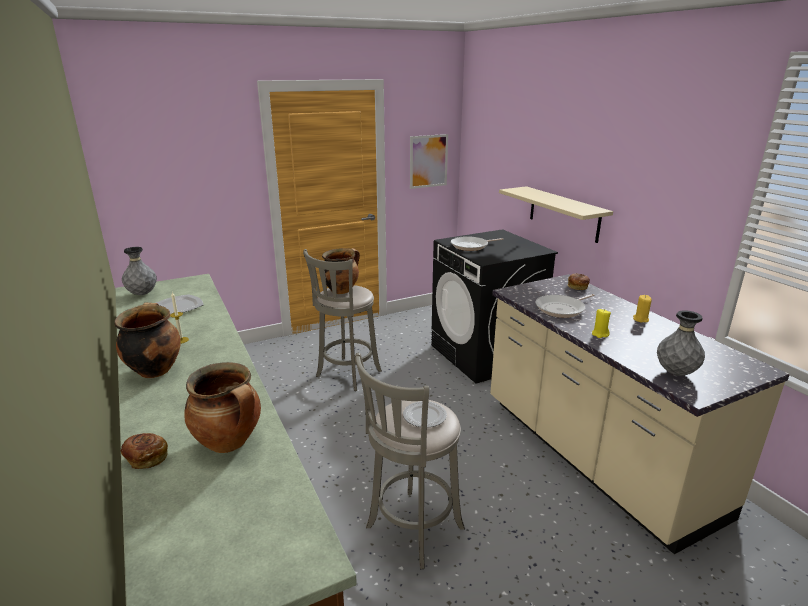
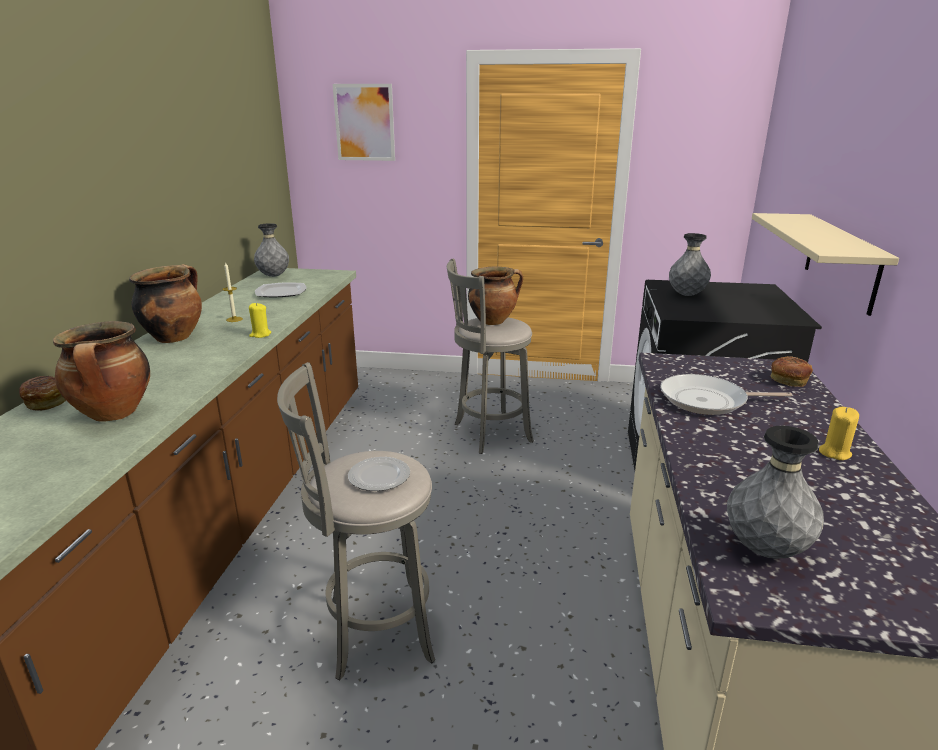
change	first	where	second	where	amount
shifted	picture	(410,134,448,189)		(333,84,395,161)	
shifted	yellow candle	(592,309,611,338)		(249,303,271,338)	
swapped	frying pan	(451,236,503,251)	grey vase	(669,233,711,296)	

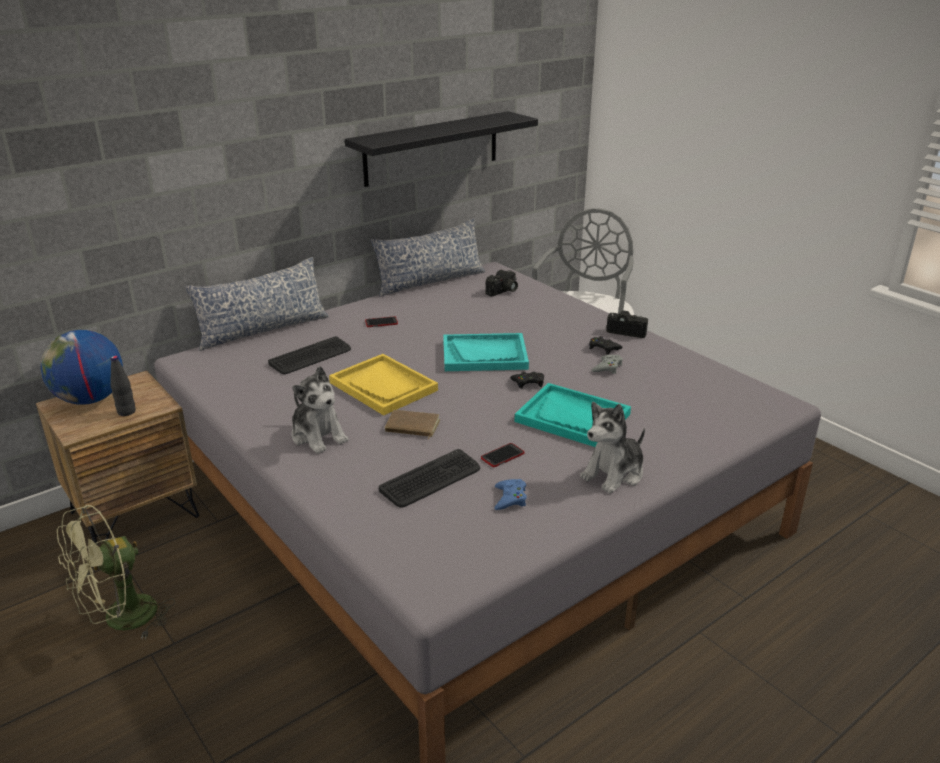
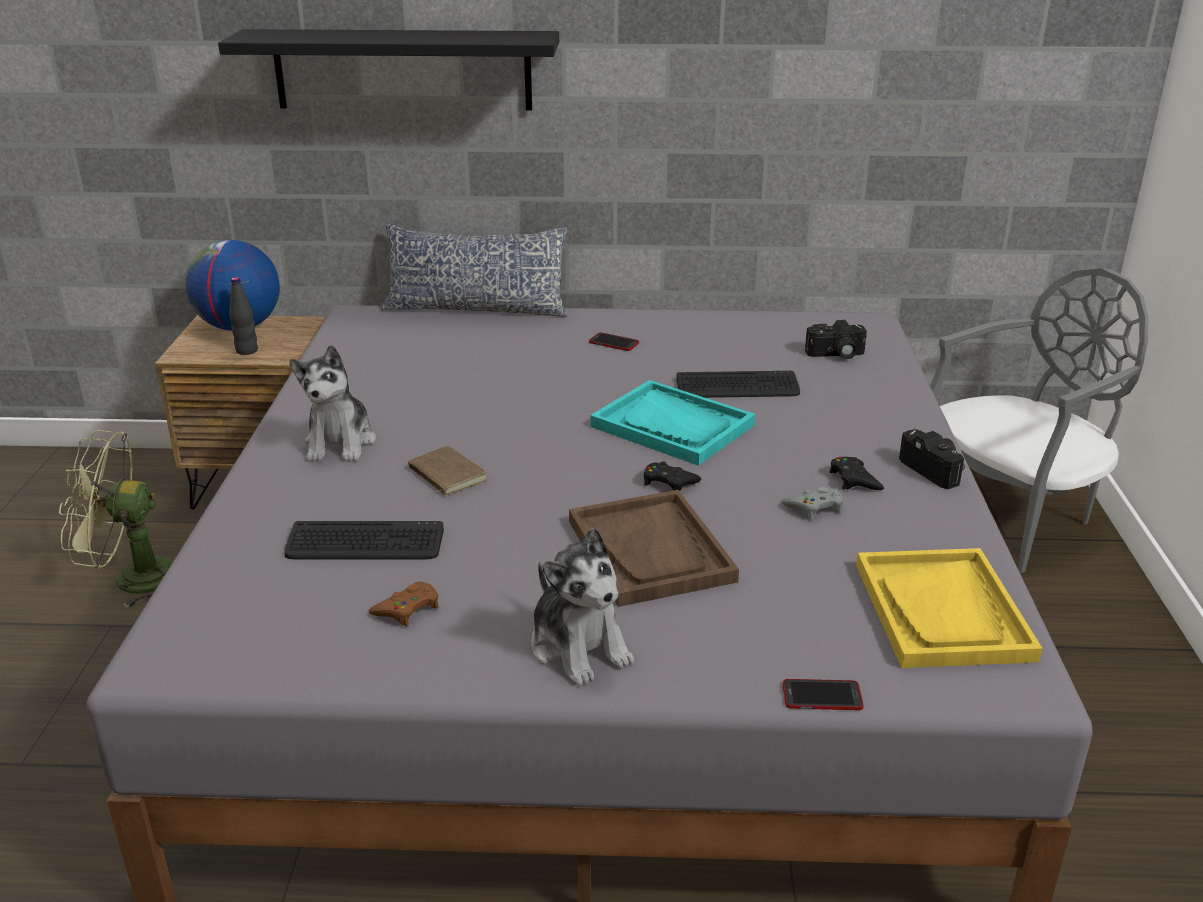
change	first	where	second	where	amount
gone	pillow	(371,218,485,297)			
shifted	keyboard	(268,336,351,374)		(676,371,800,398)	
shifted	yellow tray	(329,354,438,415)		(856,548,1042,668)	
shifted	black shelf	(345,111,538,187)		(218,29,559,111)	
shifted	phone	(481,443,524,467)		(783,679,864,710)	
repainted	blue game controller	(494,479,527,510)	brown game controller	(369,582,439,626)	
repainted	turquoise tray	(514,383,631,447)	brown tray	(569,490,739,607)	
rotated	plush toy	(580,402,645,494)		(531,528,634,686)	120 degrees counterclockwise

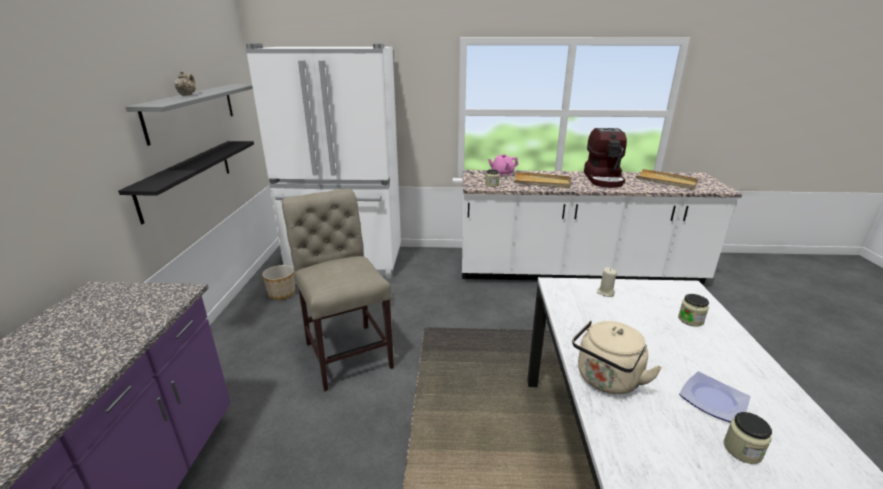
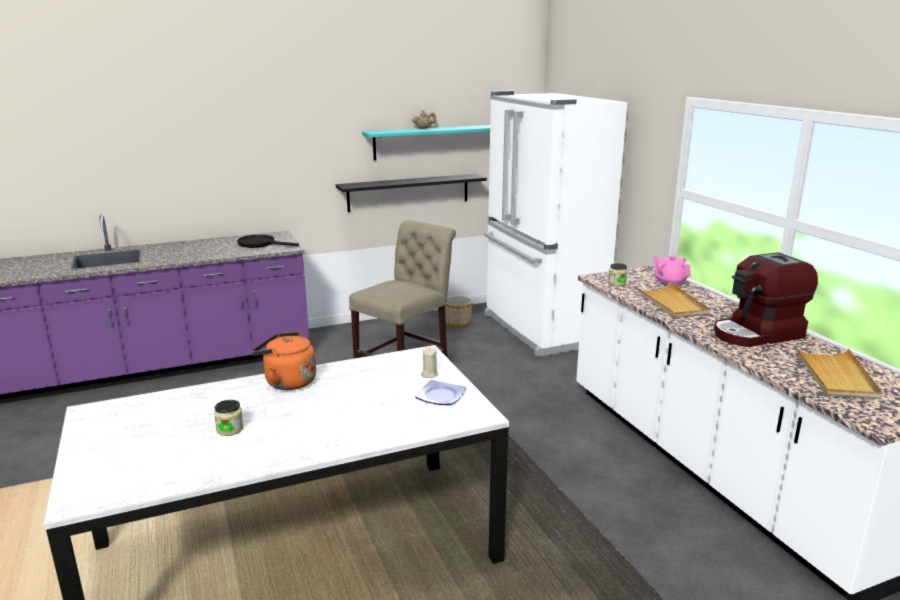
change	first	where	second	where	amount
gone	jar	(678,294,709,327)			
new			black frying pan	(237,235,299,248)	
shifted	plate	(679,372,751,422)		(415,380,466,405)	
repainted	grey shelf	(126,84,253,146)	turquoise shelf	(362,125,490,160)	
repainted	beige kettle	(572,320,662,394)	orange kettle	(252,332,316,390)	

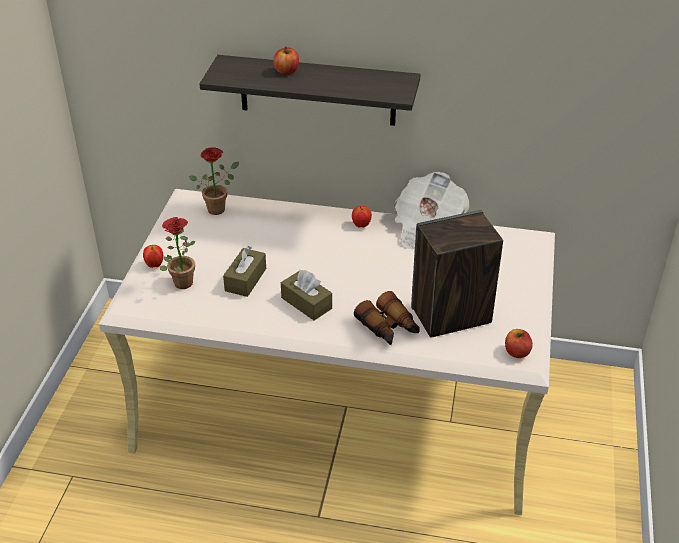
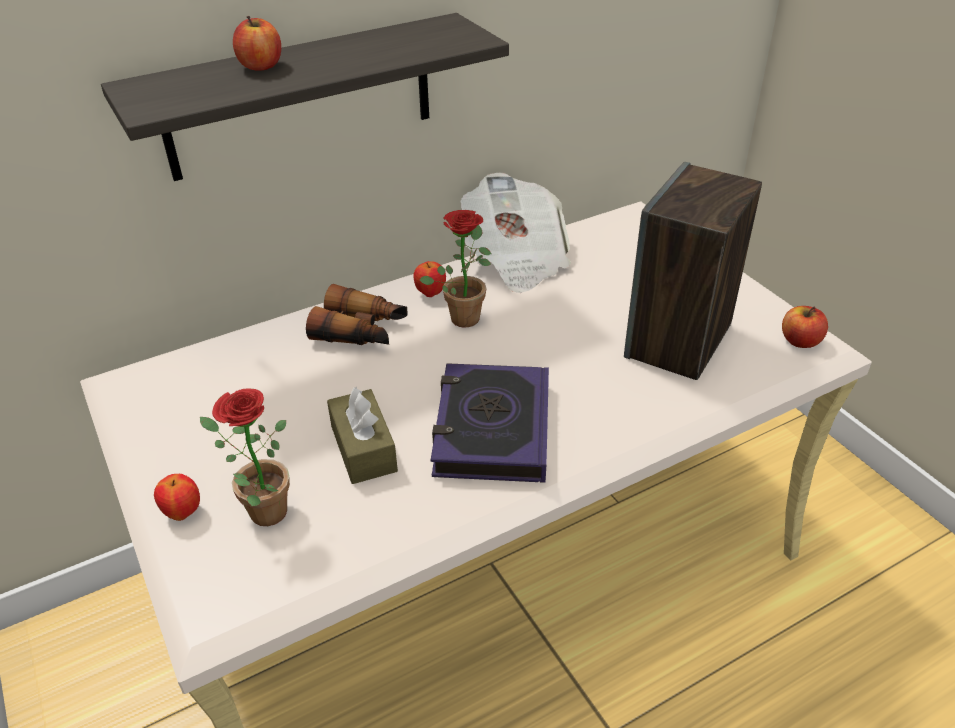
change	first	where	second	where	amount
shifted	potted plant	(189,147,239,215)		(420,210,491,328)	
shifted	binoculars	(354,291,420,345)		(306,284,408,345)	
swapped	brown tissue box	(281,270,332,321)	book	(431,363,549,483)	

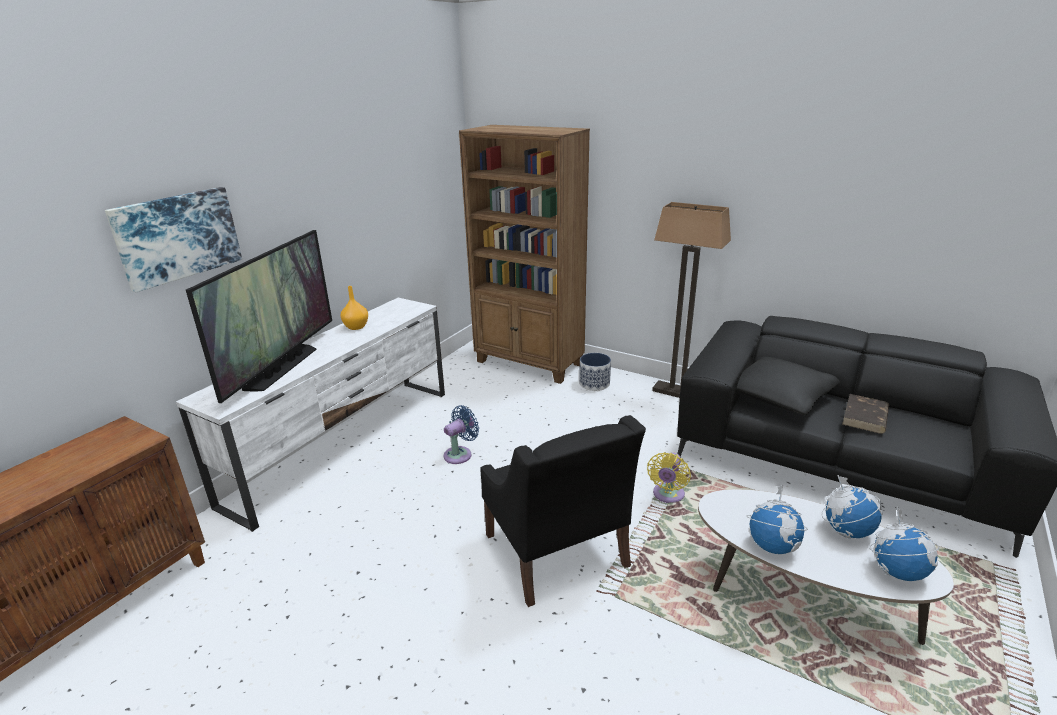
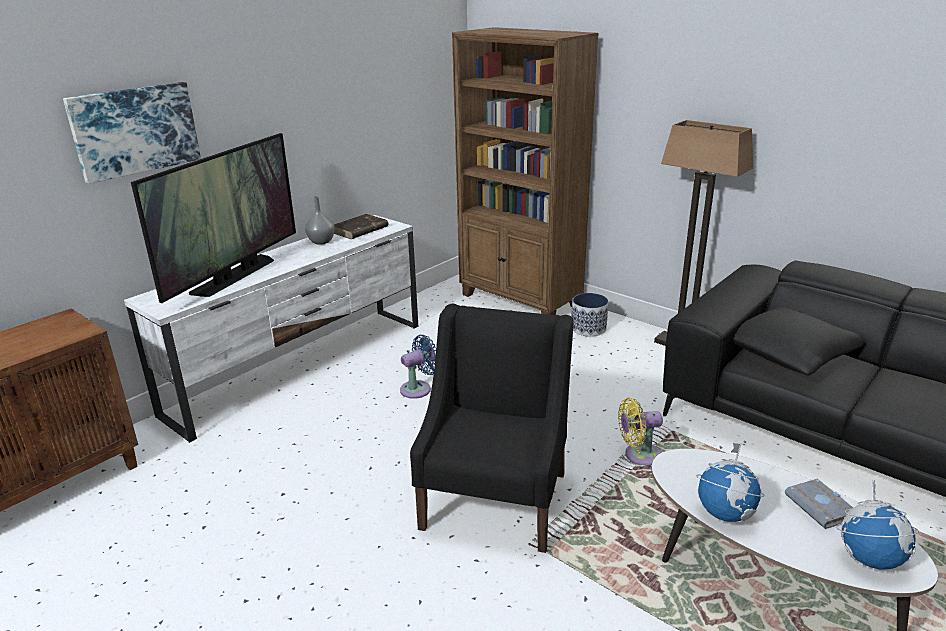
change	first	where	second	where	amount
shifted	brown book	(842,394,889,434)		(334,214,388,239)	
swapped	globe	(821,475,883,539)	grey book	(785,479,853,529)	
repainted	orange vase	(341,286,368,330)	grey vase	(305,196,335,245)	
rotated	black armchair	(480,415,646,607)		(410,304,574,553)	150 degrees counterclockwise
rotated	yellow fan	(647,452,691,503)		(618,398,663,465)	45 degrees clockwise

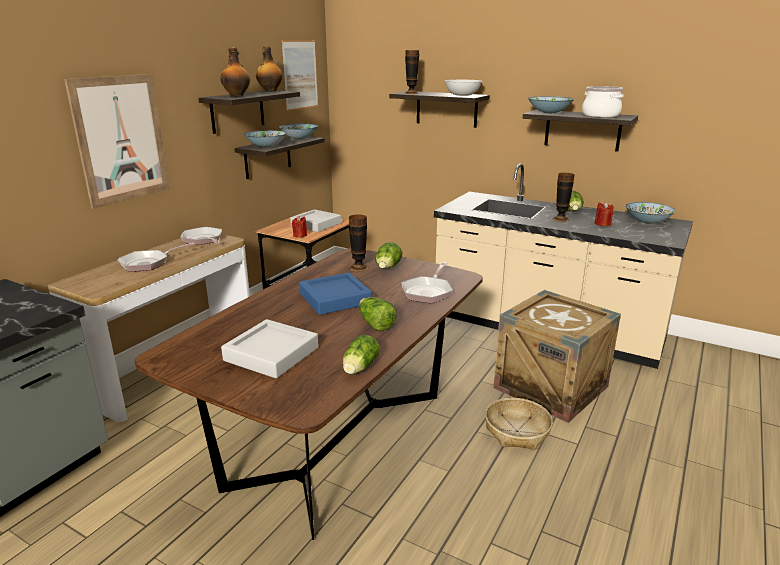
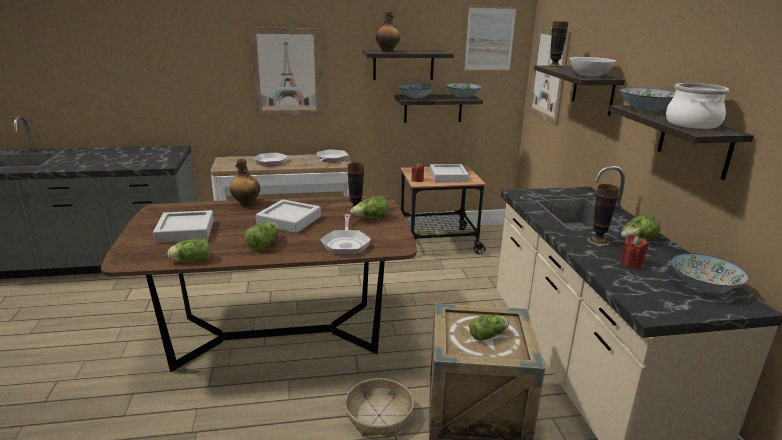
change	first	where	second	where	amount
new			lettuce	(469,315,509,341)	
new			picture	(528,27,571,126)	
shifted	bottle	(256,46,283,92)		(230,158,260,206)	
repainted	blue tray	(299,273,372,315)	grey tray	(256,199,321,233)	
rotated	frying pan	(402,262,453,303)		(320,214,371,255)	75 degrees counterclockwise

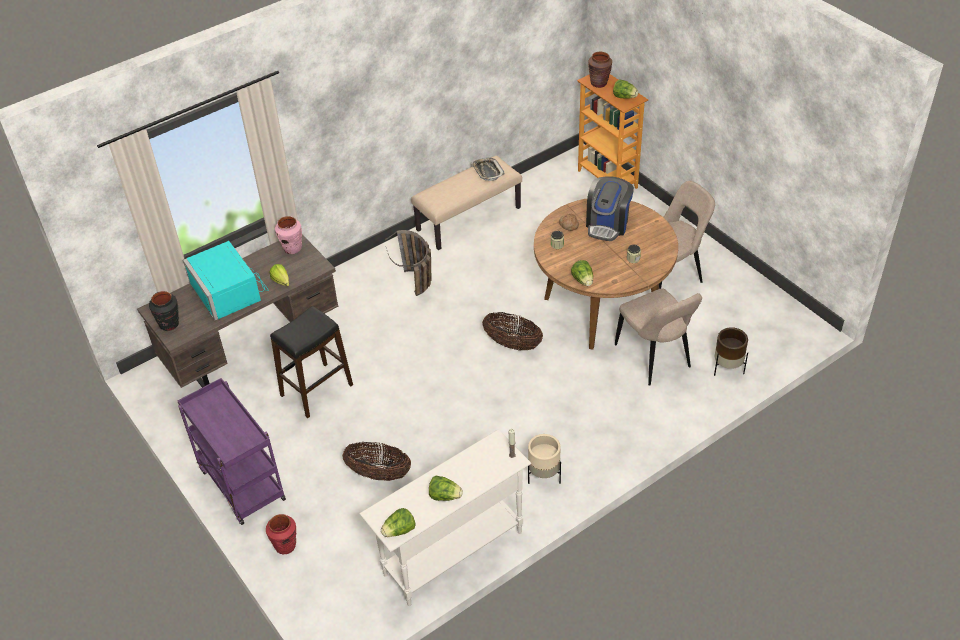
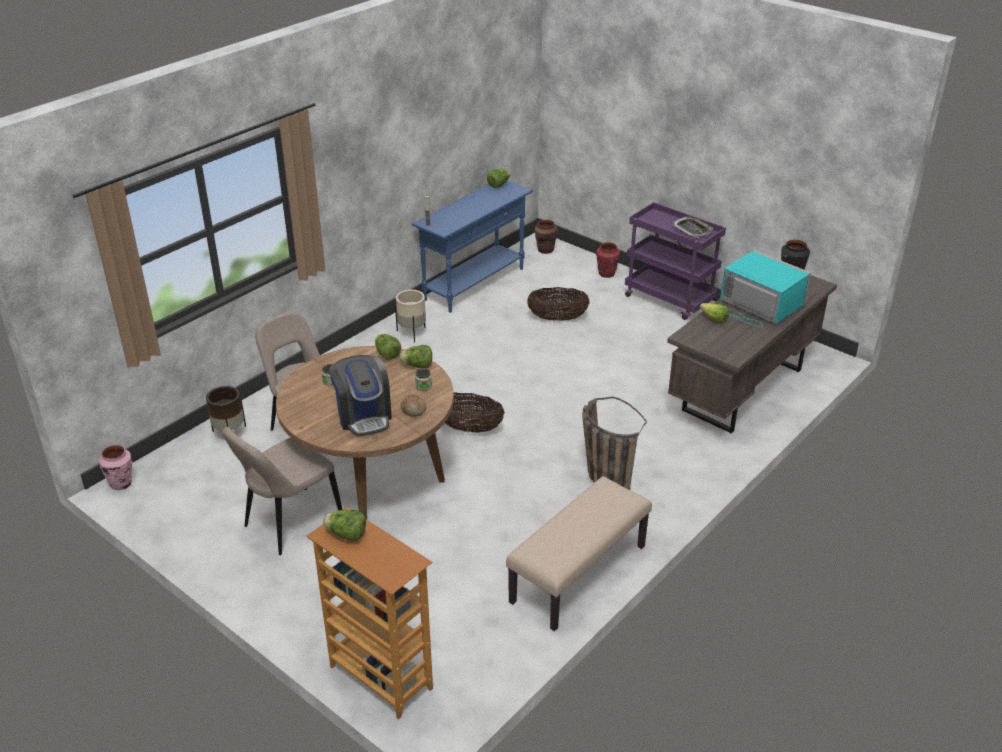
change	first	where	second	where	amount
gone	black stool	(270,306,353,418)			
shifted	pink vase	(275,216,302,254)		(99,445,132,490)	
shifted	lettuce	(429,475,463,501)		(400,345,432,368)	
shifted	tray	(471,158,505,181)		(672,216,713,238)	
shifted	brown vase	(588,52,612,88)		(535,220,557,254)	
repainted	white console table	(359,429,531,606)	blue console table	(412,181,533,313)	
rotated	coffee machine	(586,176,634,241)		(329,355,392,436)	150 degrees clockwise

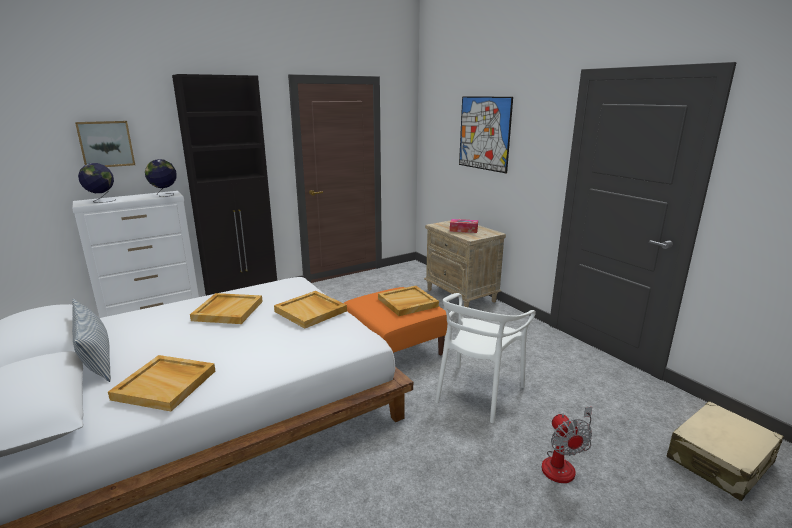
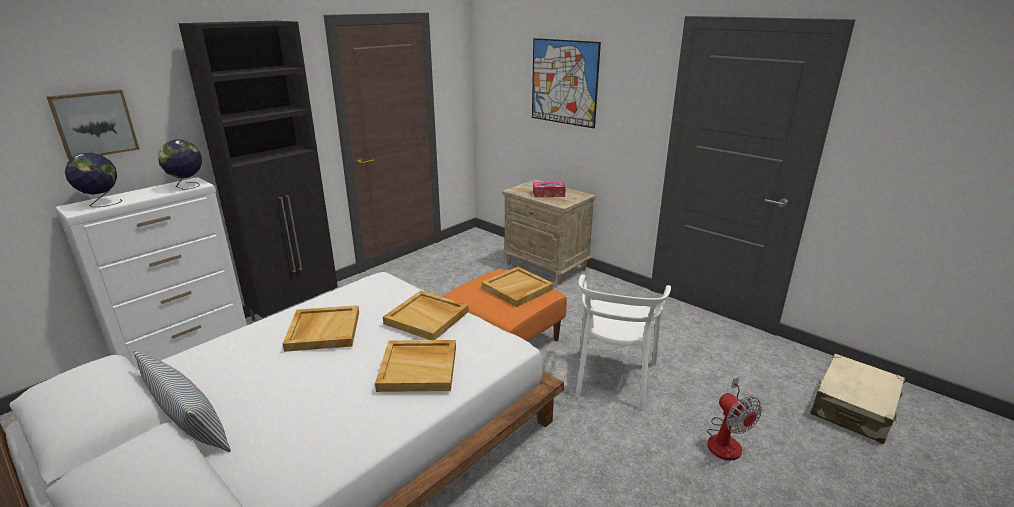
change	first	where	second	where	amount
shifted	beige tray	(108,355,215,411)		(375,340,456,392)	

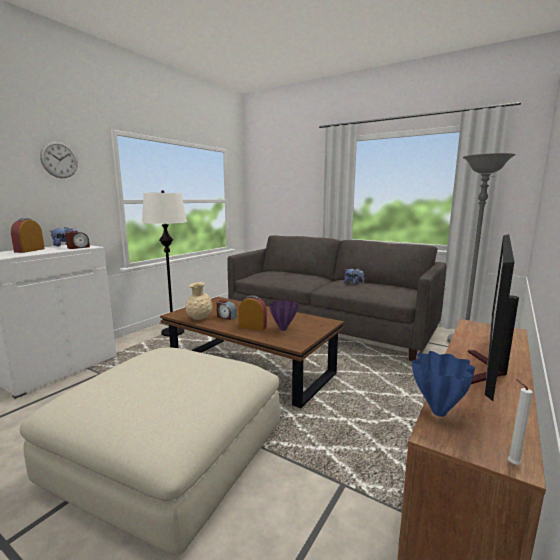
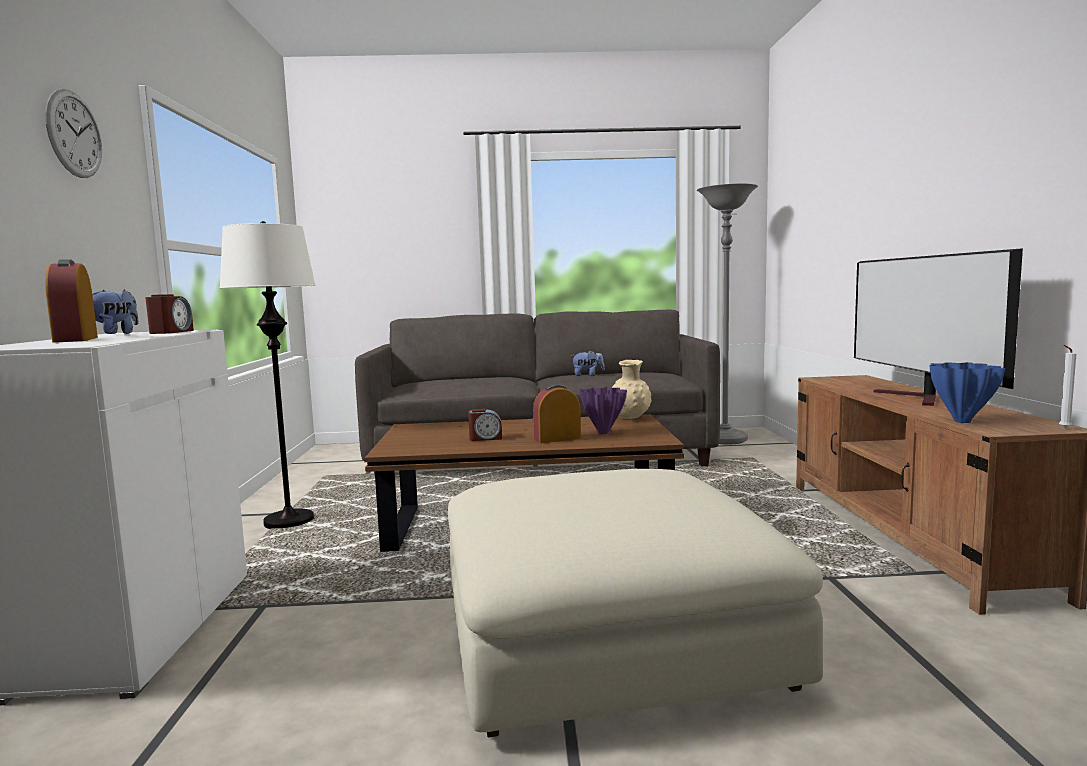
change	first	where	second	where	amount
shifted	beige vase	(185,282,213,320)		(612,360,651,419)	

